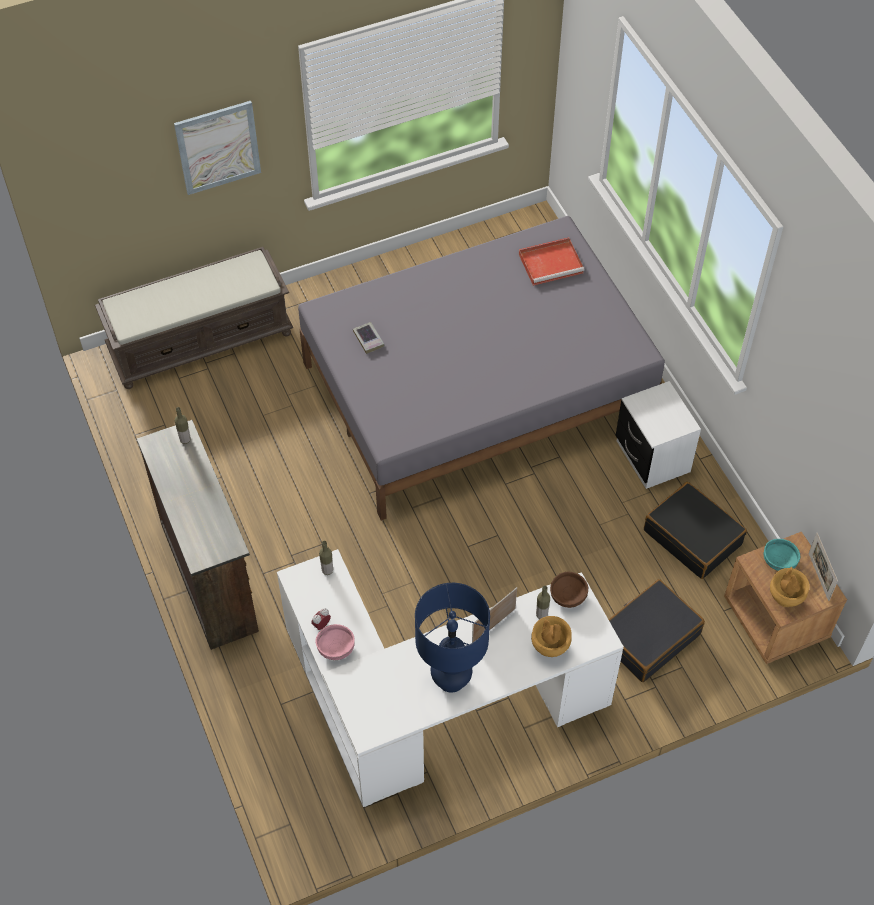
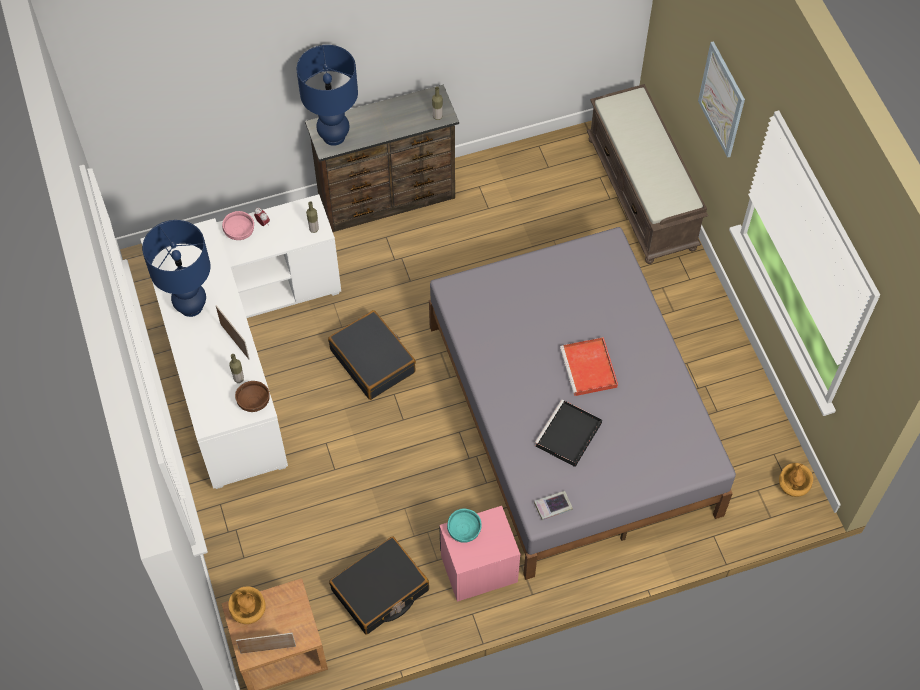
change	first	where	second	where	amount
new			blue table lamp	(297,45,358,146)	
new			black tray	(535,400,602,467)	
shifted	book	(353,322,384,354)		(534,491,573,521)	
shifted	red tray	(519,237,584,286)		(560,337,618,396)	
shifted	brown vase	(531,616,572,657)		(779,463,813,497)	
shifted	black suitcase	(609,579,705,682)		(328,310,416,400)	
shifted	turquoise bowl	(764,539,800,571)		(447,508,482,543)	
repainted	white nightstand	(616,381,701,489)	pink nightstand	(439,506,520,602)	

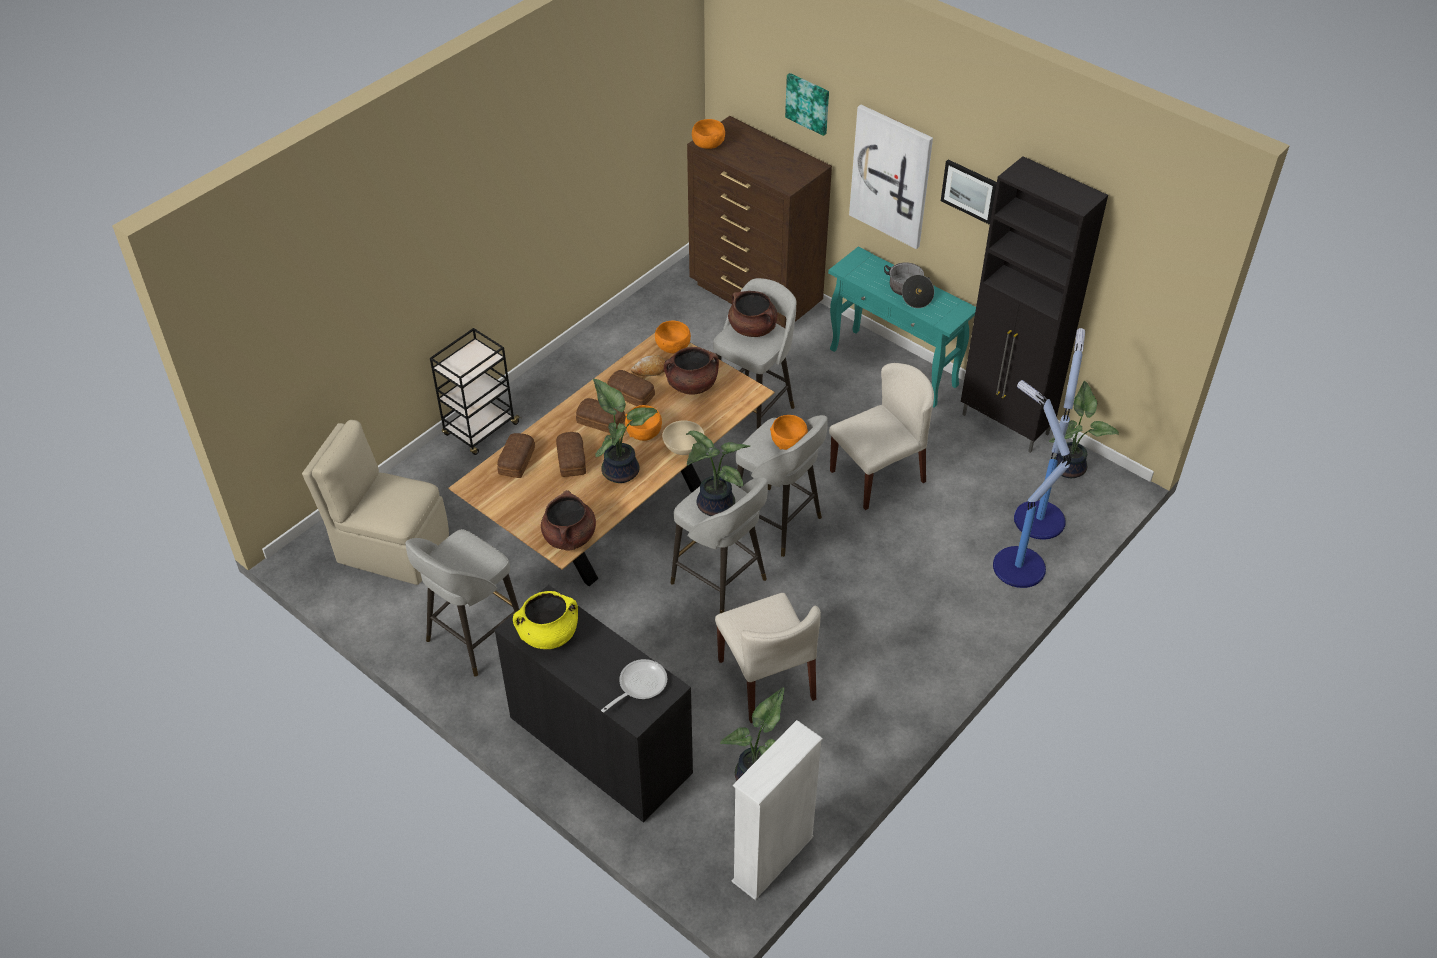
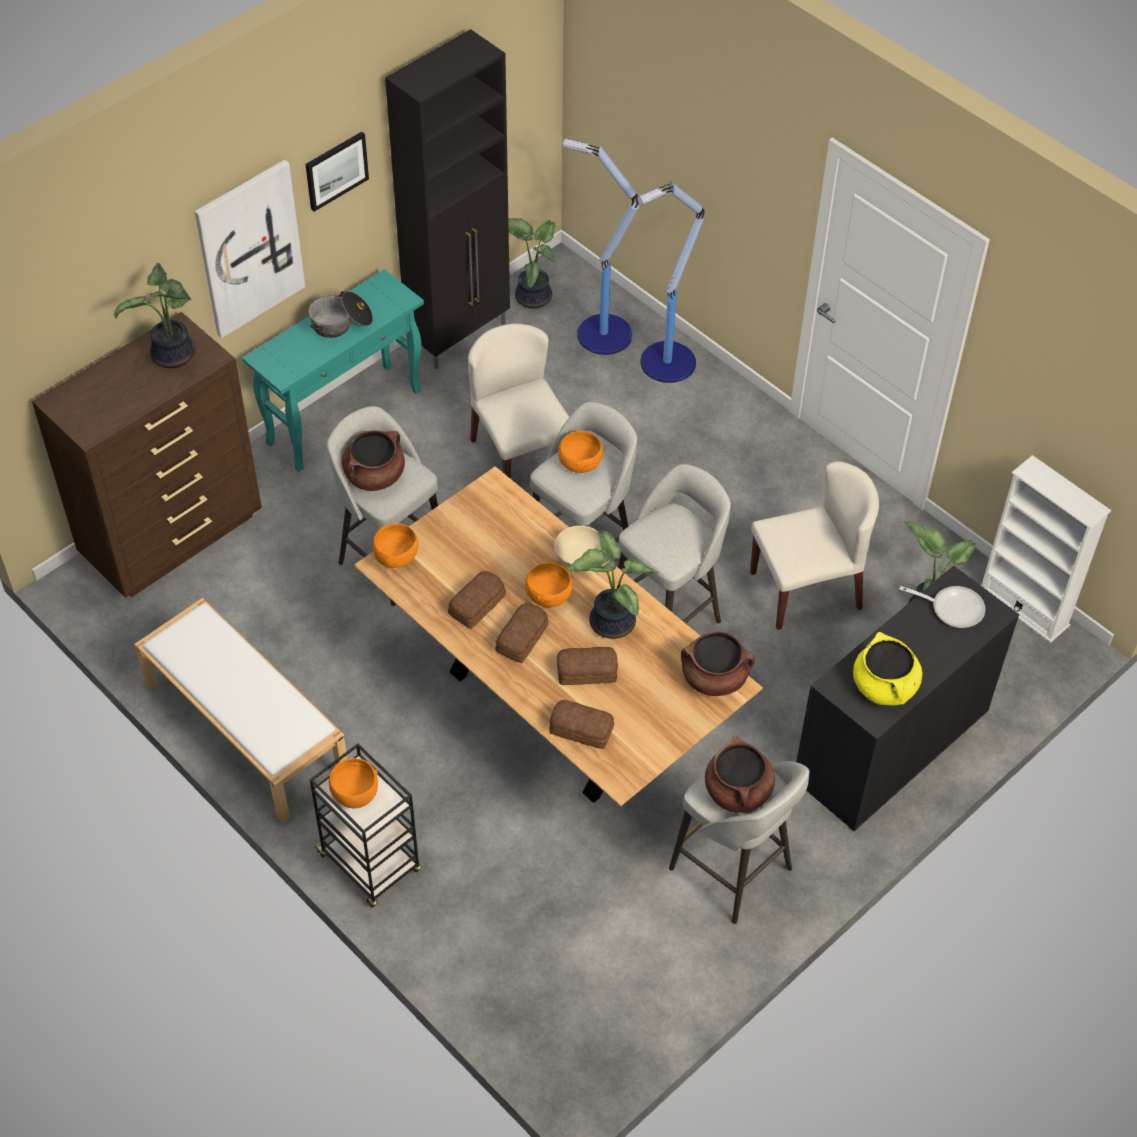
change	first	where	second	where	amount
gone	beige chair	(302,420,449,585)			
gone	bread	(631,355,666,376)			
gone	picture	(785,73,829,136)			
new			white bench	(134,598,347,823)	
shifted	brown cooking pot	(664,347,719,395)		(705,736,775,813)	
shifted	potted plant	(686,431,750,516)		(114,263,195,368)	
shifted	orange bowl	(692,119,725,149)		(329,758,378,808)	
rotated	frying pan	(601,659,667,713)		(900,586,986,628)	150 degrees clockwise

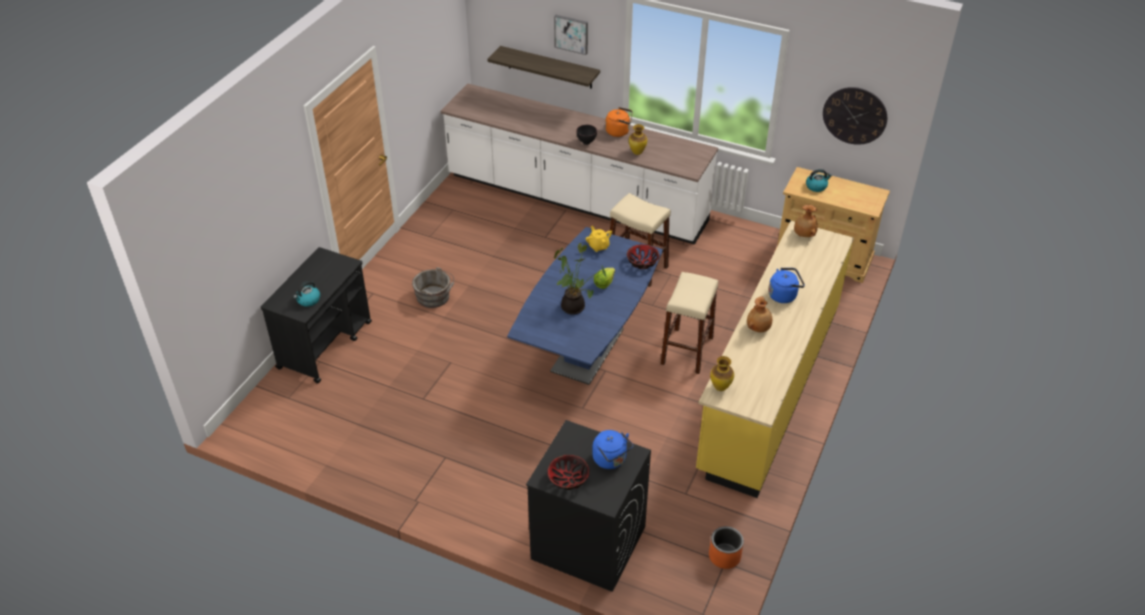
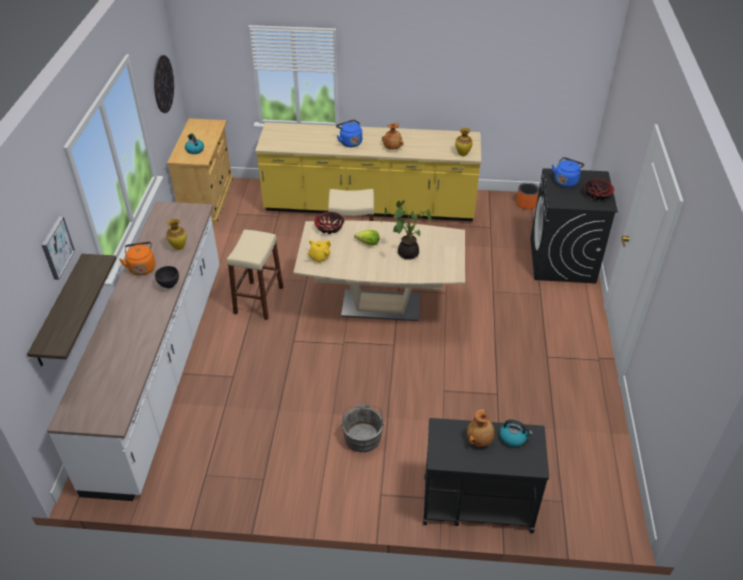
change	first	where	second	where	amount
shifted	brown vase	(794,205,818,237)		(467,409,494,447)	
repainted	blue dining table	(507,227,663,385)	beige dining table	(293,221,465,321)	

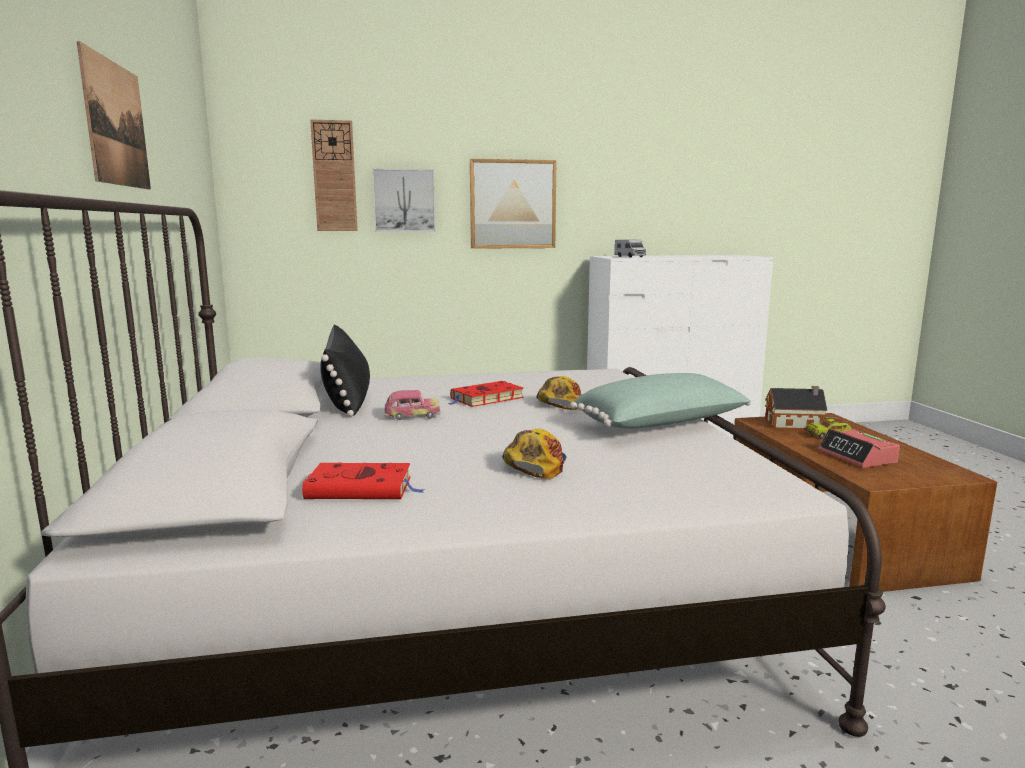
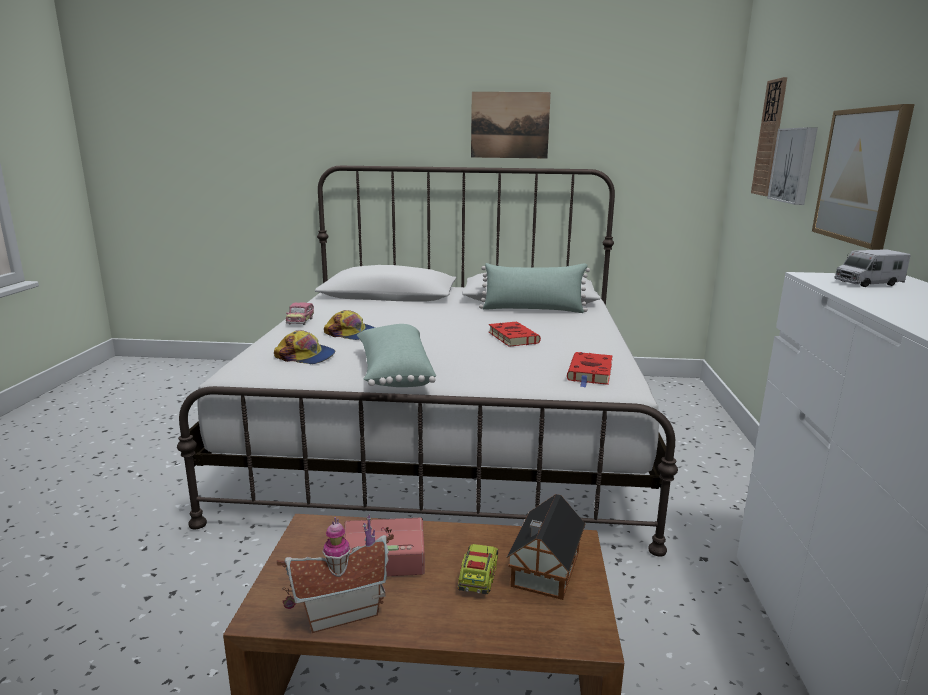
change	first	where	second	where	amount
new			toy house	(277,514,394,633)	
shifted	red book	(302,463,423,499)		(567,352,612,388)	
shifted	toy car	(384,390,441,420)		(286,302,314,325)	
shifted	cap	(536,376,582,410)		(274,330,335,364)	
repainted	black pillow	(320,324,370,417)	green pillow	(479,263,590,313)	

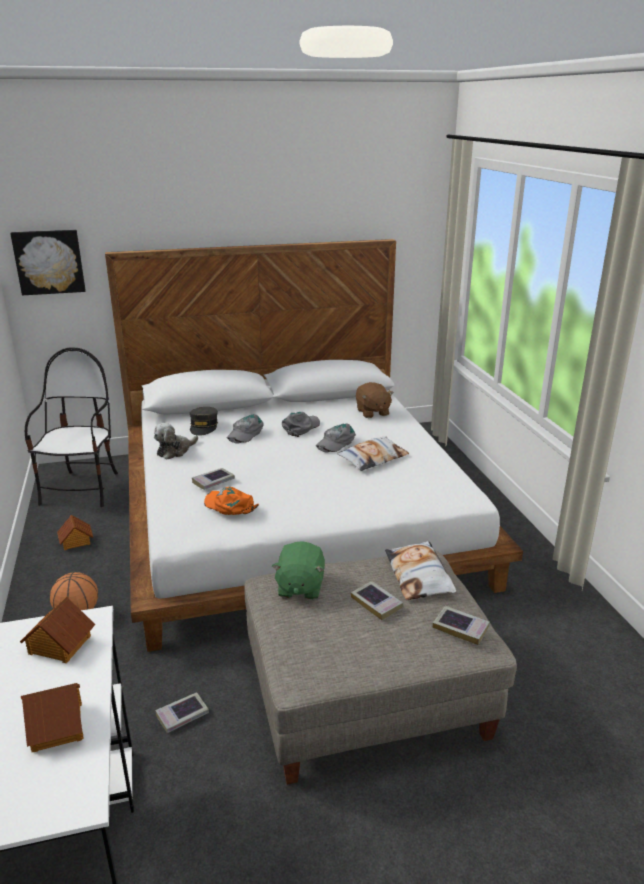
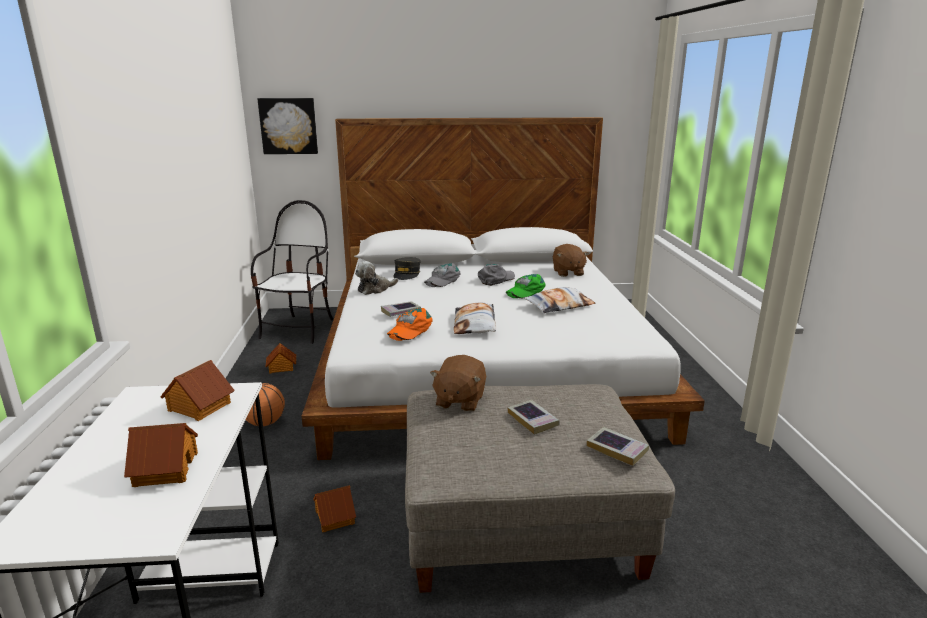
change	first	where	second	where	amount
shifted	pillow	(385,541,457,600)		(454,303,496,334)	
swapped	book	(155,692,209,733)	toy house	(313,485,356,532)	
repainted	green plush toy	(272,541,325,599)	brown plush toy	(430,355,486,412)	
repainted	grey cap	(316,423,356,453)	green cap	(506,274,546,299)	
rotated	orange cap	(204,487,259,515)		(387,308,433,341)	105 degrees counterclockwise

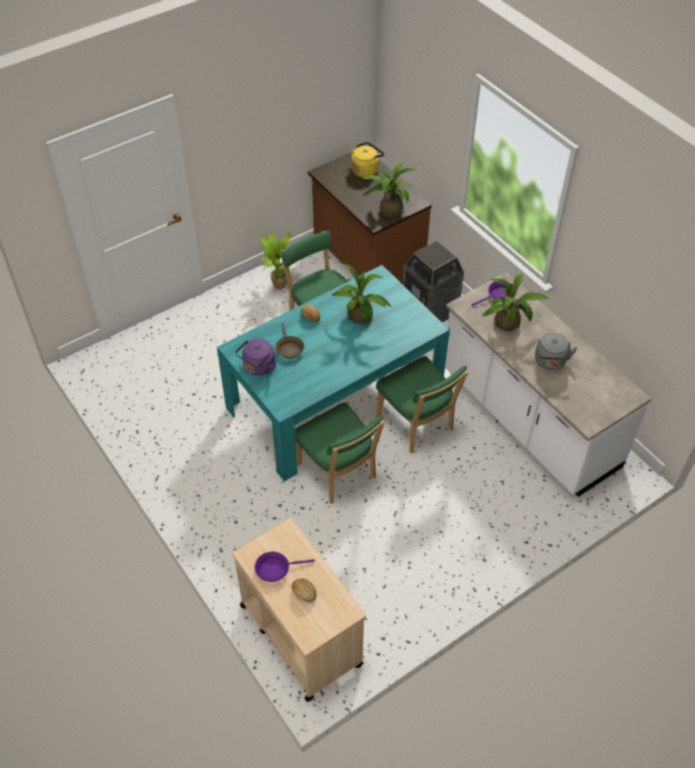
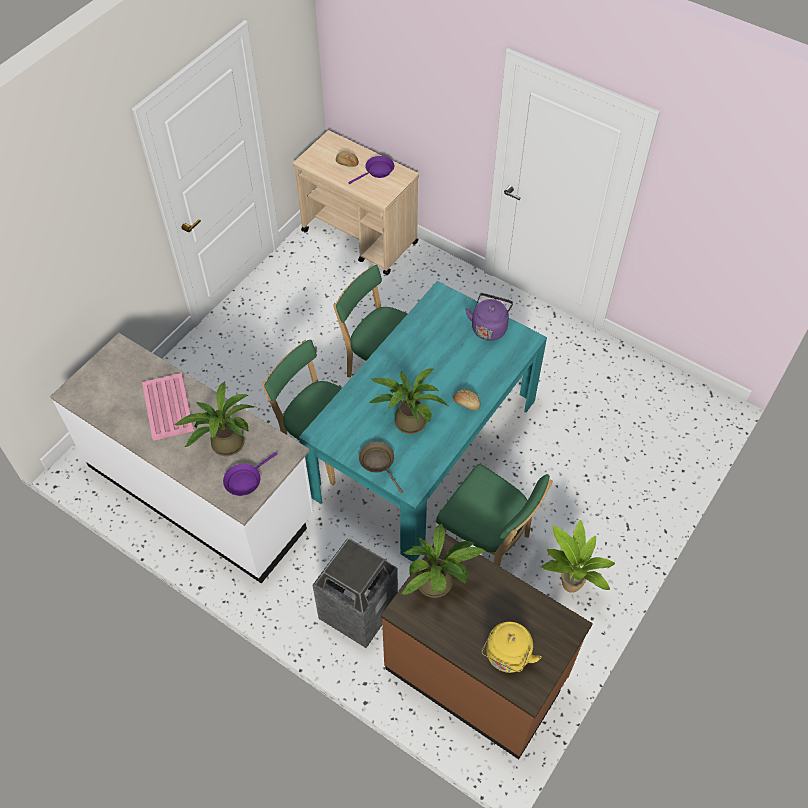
change	first	where	second	where	amount
shifted	brown frying pan	(275,323,304,359)		(359,442,403,493)	
swapped	grey kettle	(535,333,577,370)	pink tray	(142,373,194,441)	

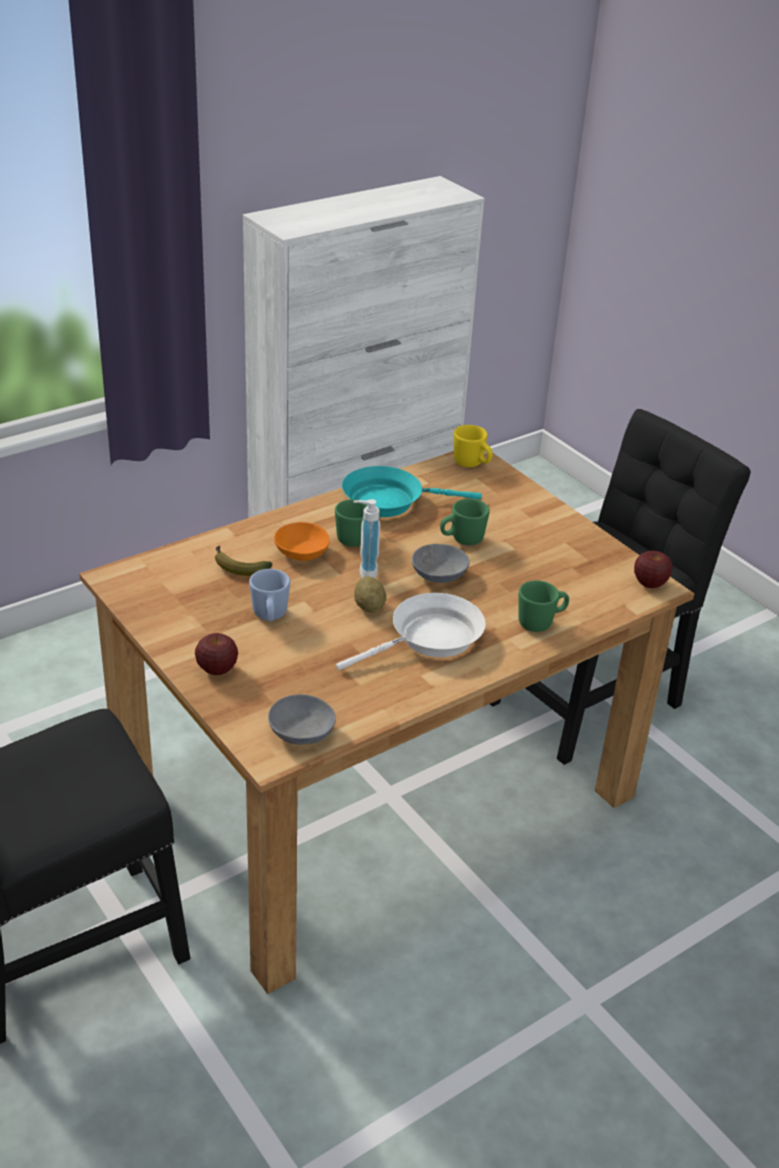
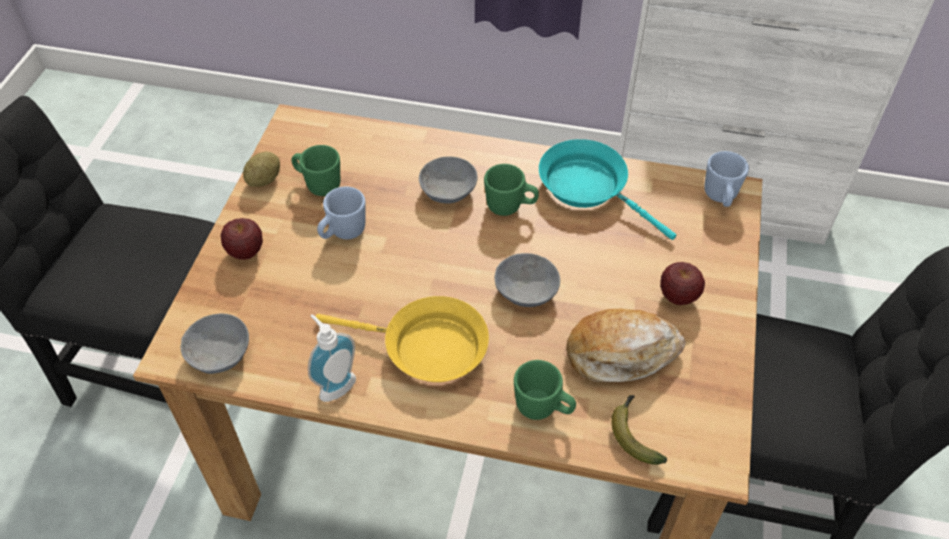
change	first	where	second	where	amount
new			bread	(566,309,686,382)	
shifted	banana	(215,545,272,576)		(611,395,667,465)	
shifted	soap dispenser	(354,499,380,578)		(308,314,356,402)	
shifted	potato	(354,576,387,613)		(243,151,280,187)	
shifted	green mug	(440,499,490,545)		(291,145,340,196)	
shifted	apple	(634,551,672,588)		(660,262,705,305)	
repainted	orange bowl	(274,522,329,561)	grey bowl	(419,157,478,204)	
repainted	white frying pan	(336,593,486,670)	yellow frying pan	(316,296,489,382)	
repainted	yellow mug	(453,425,493,467)	blue mug	(704,151,749,207)	

